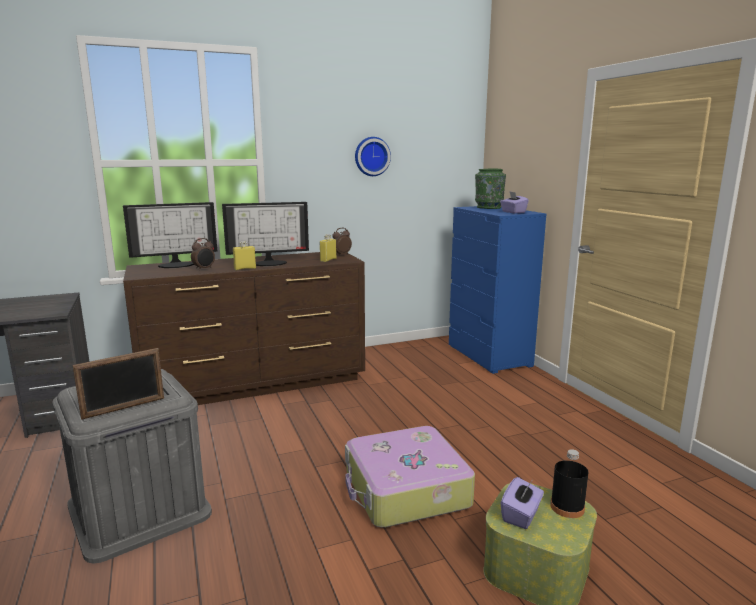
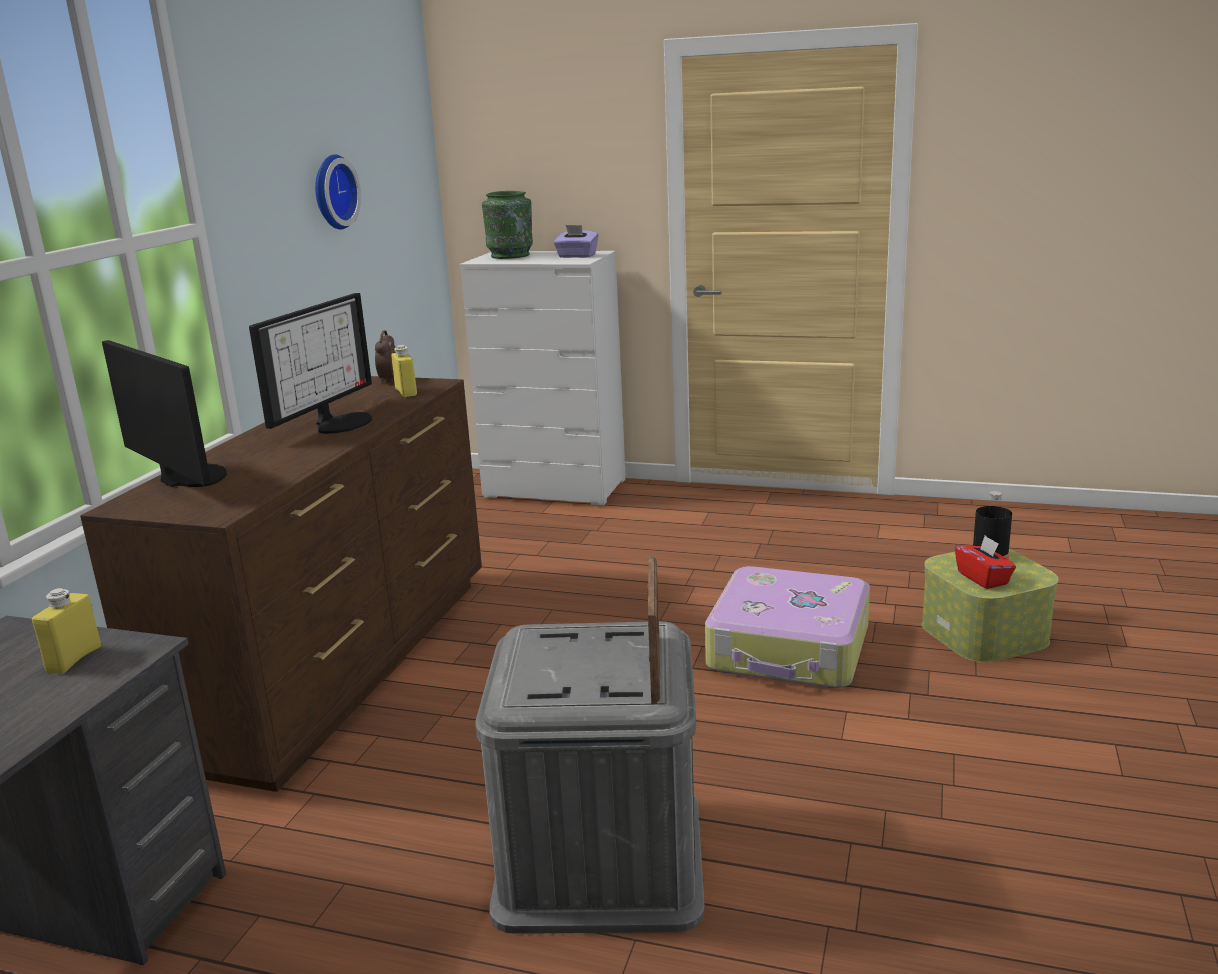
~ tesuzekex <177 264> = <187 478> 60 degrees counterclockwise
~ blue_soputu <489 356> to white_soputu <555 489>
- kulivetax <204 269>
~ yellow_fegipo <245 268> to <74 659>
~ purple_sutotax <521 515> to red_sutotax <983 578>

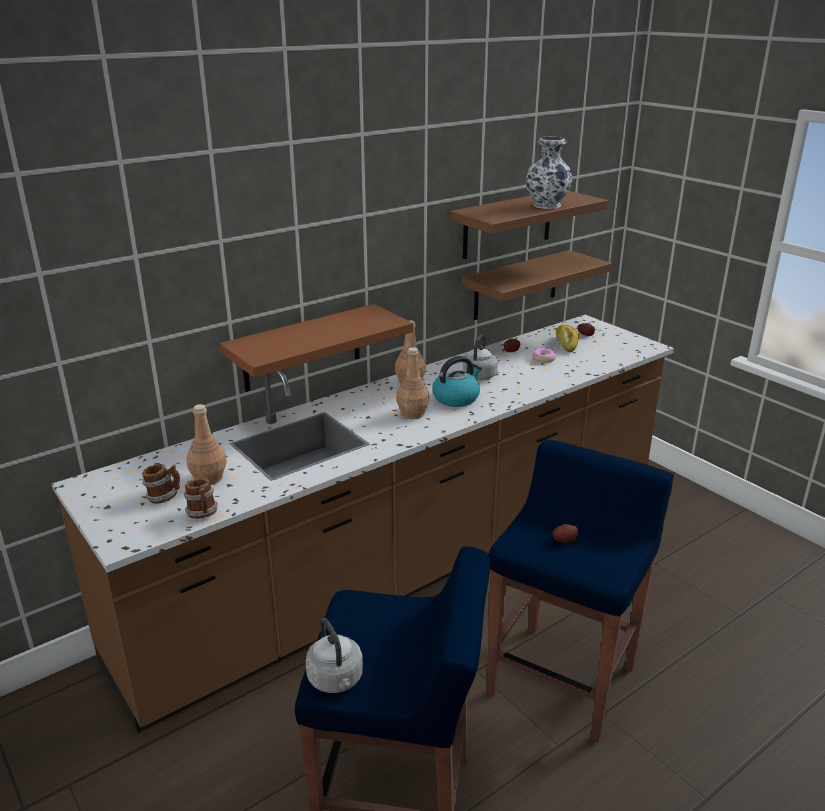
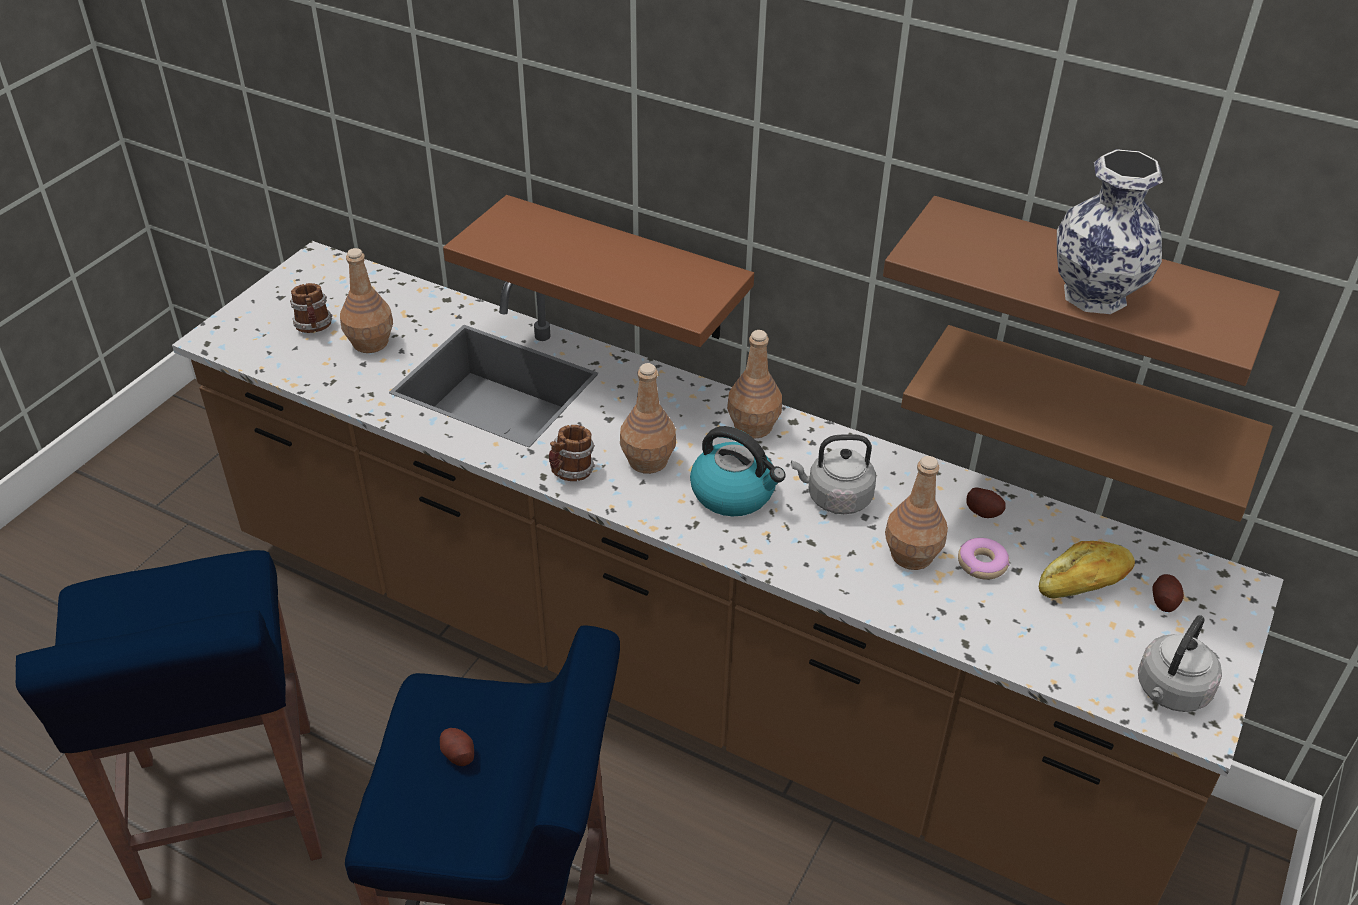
~ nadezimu <203 514> to <571 473>
~ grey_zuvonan <336 680> to <1170 692>
+ brown_fegipo <912 554>

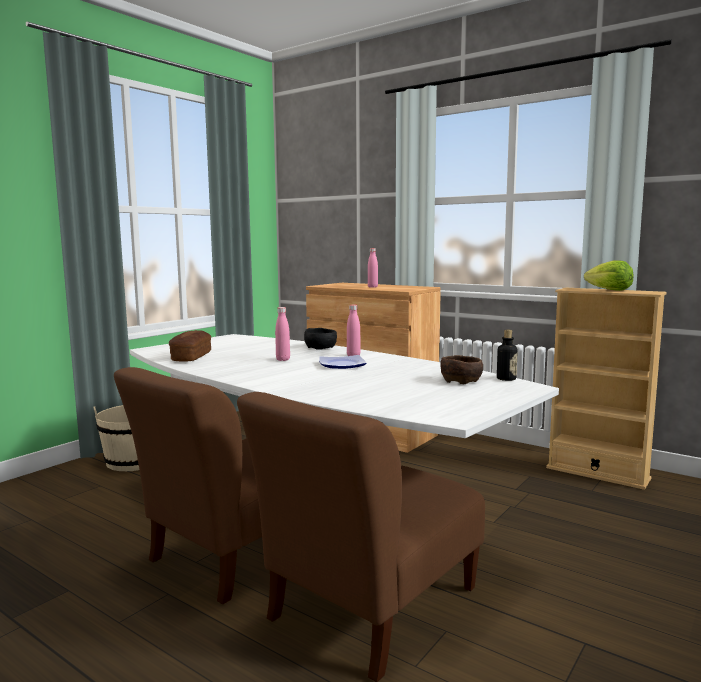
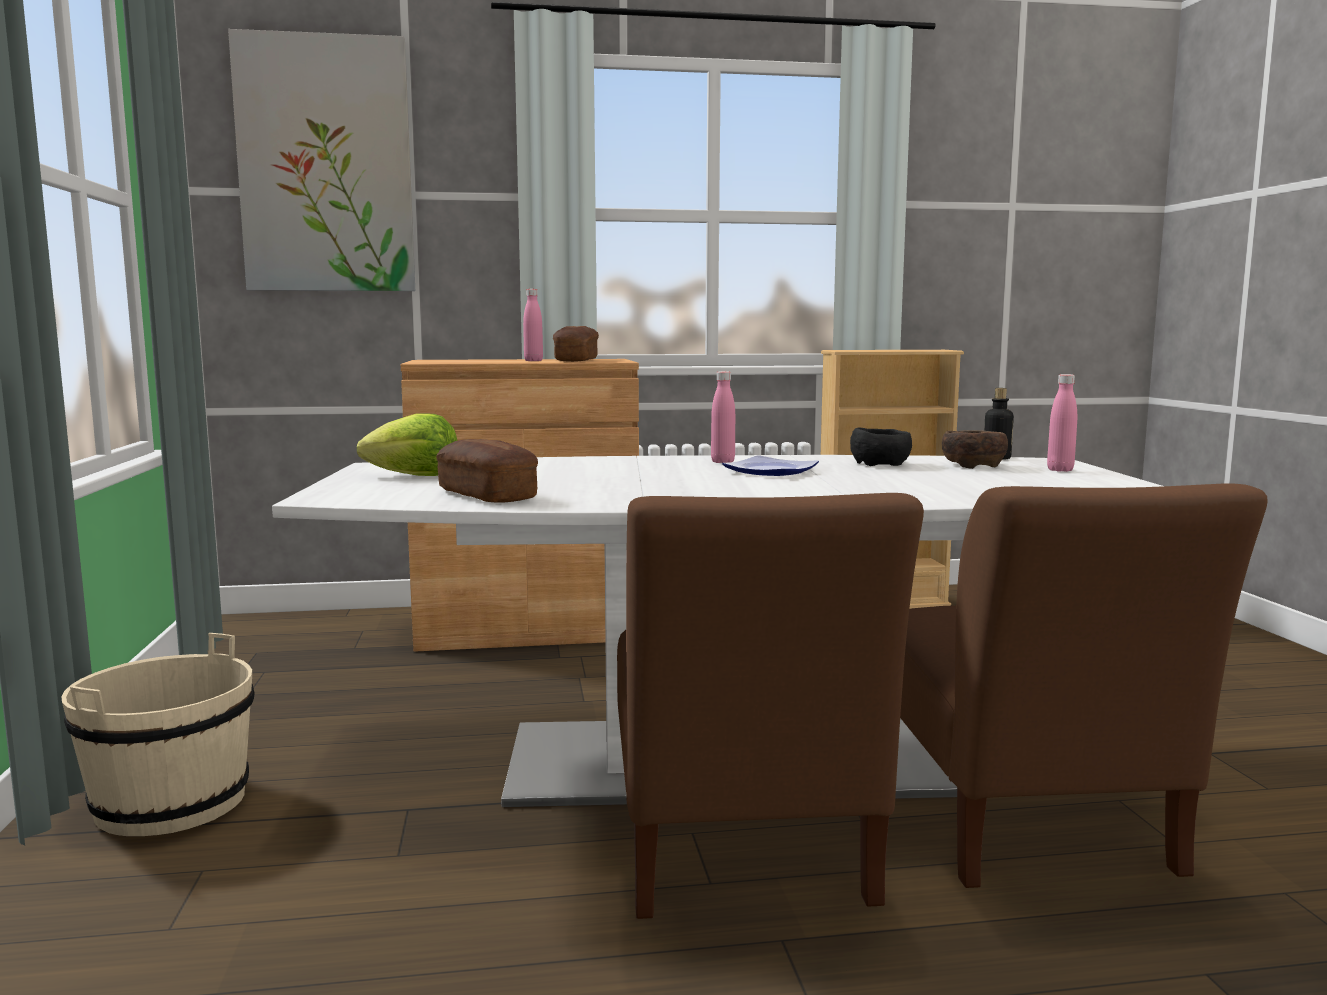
~ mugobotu <609 290> to <414 476>
~ pink_fegipo <283 359> to <1060 470>
~ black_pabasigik <321 348> to <881 464>
+ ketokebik <326 165>
+ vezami <576 360>

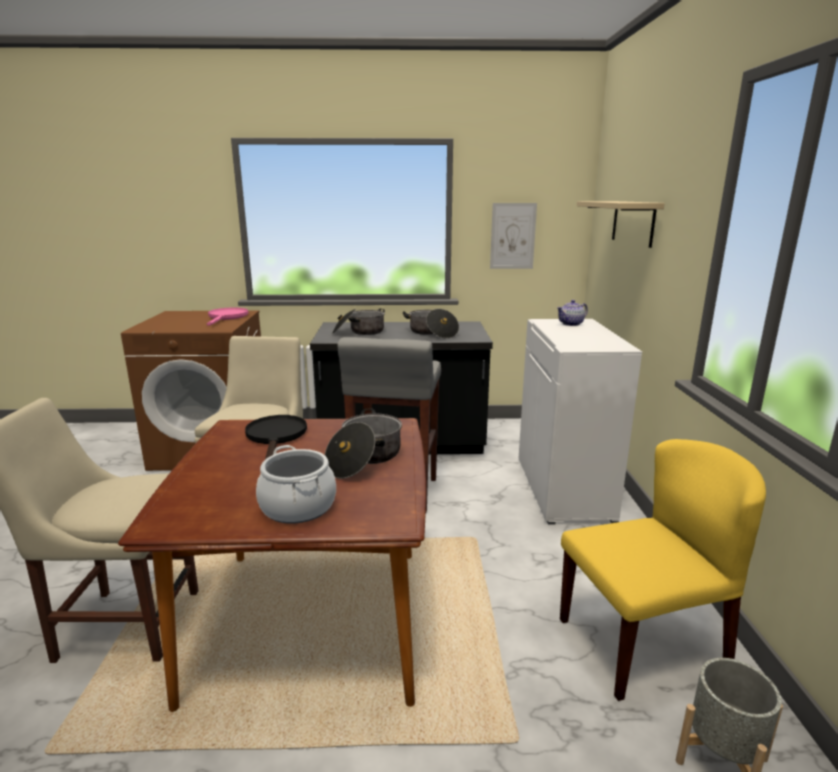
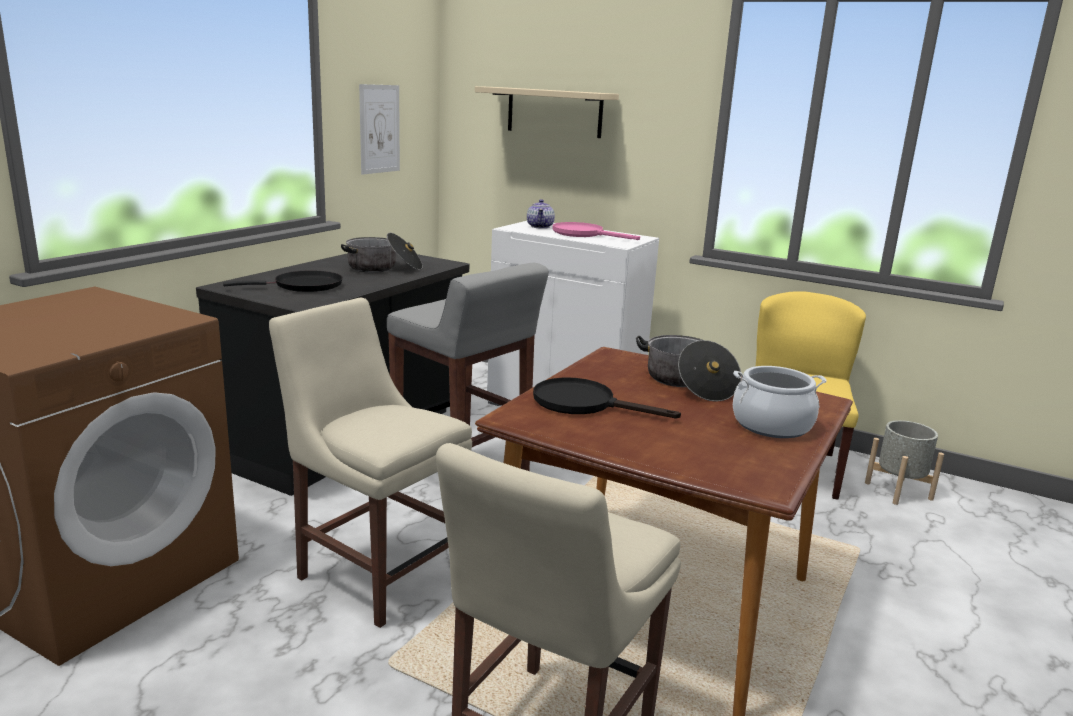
~ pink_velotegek <226 317> to <584 234>
~ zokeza <359 332> to black_velotegek <303 286>

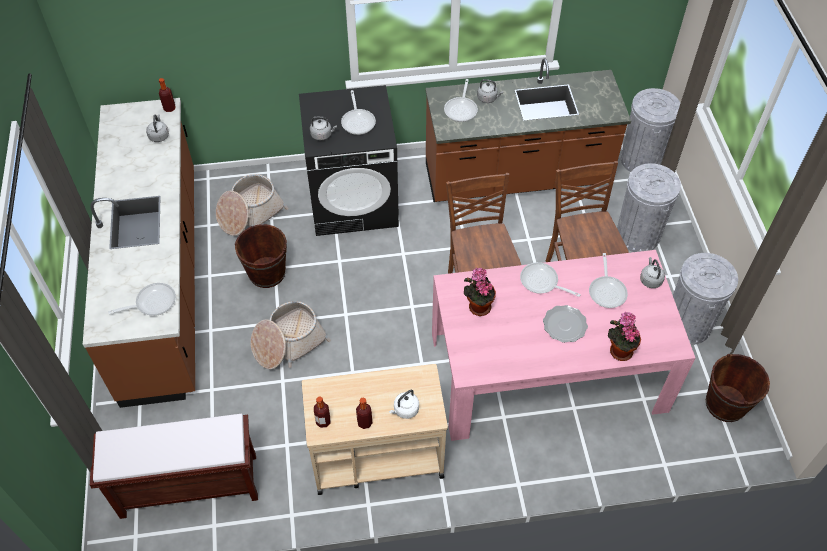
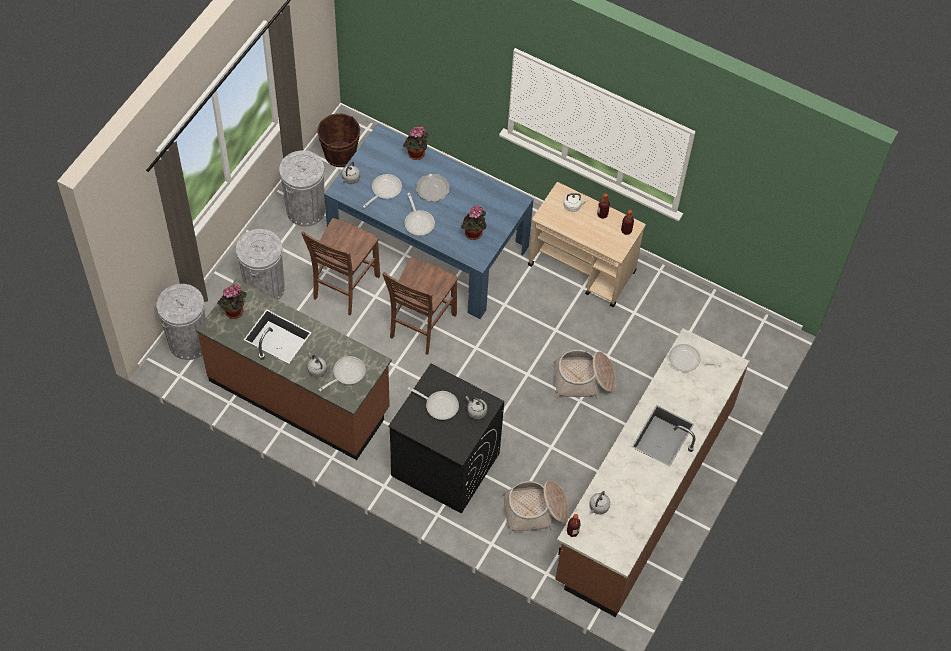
~ velotegek <358 121> = <439 405> 90 degrees clockwise
- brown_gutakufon <267 273>
~ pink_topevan <547 372> to blue_topevan <428 244>
- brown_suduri <188 487>
+ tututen <234 313>

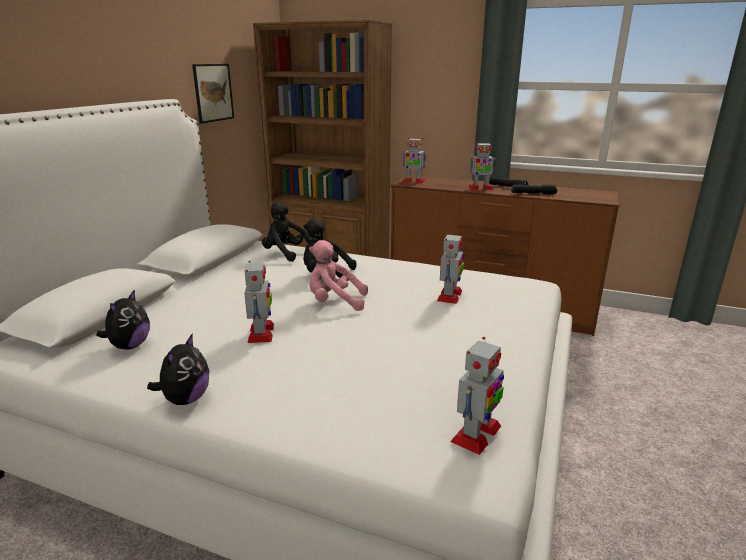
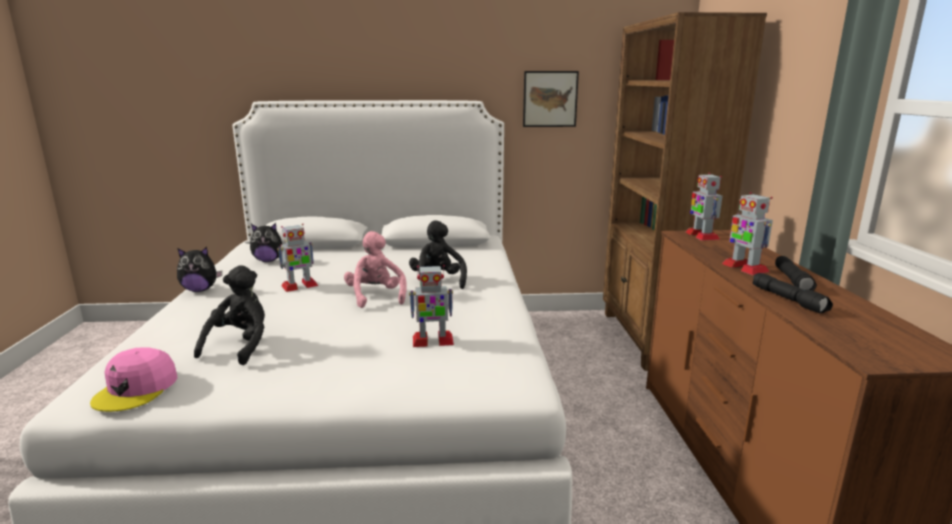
~ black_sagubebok <286 253> to <240 346>
~ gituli <476 434> to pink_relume <137 389>

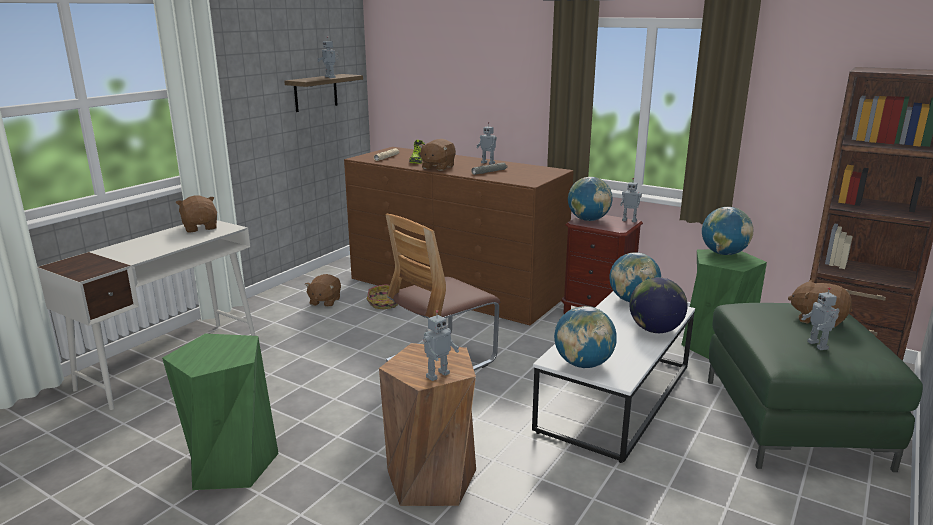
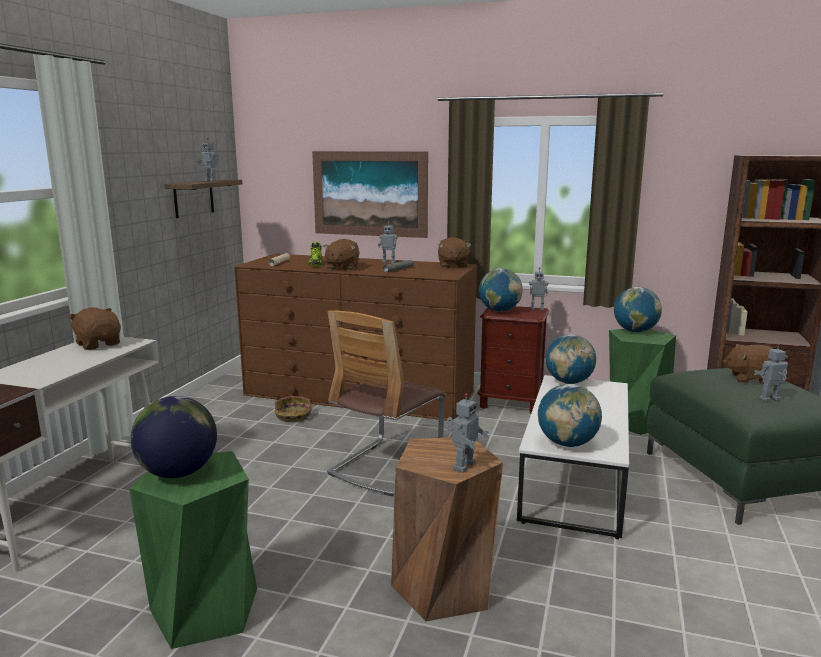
~ brown_sagubebok <324 301> to <452 266>
~ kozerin <655 330> to <178 473>
~ gituli <818 345> = <770 400> 105 degrees clockwise
+ ketokebik <369 194>

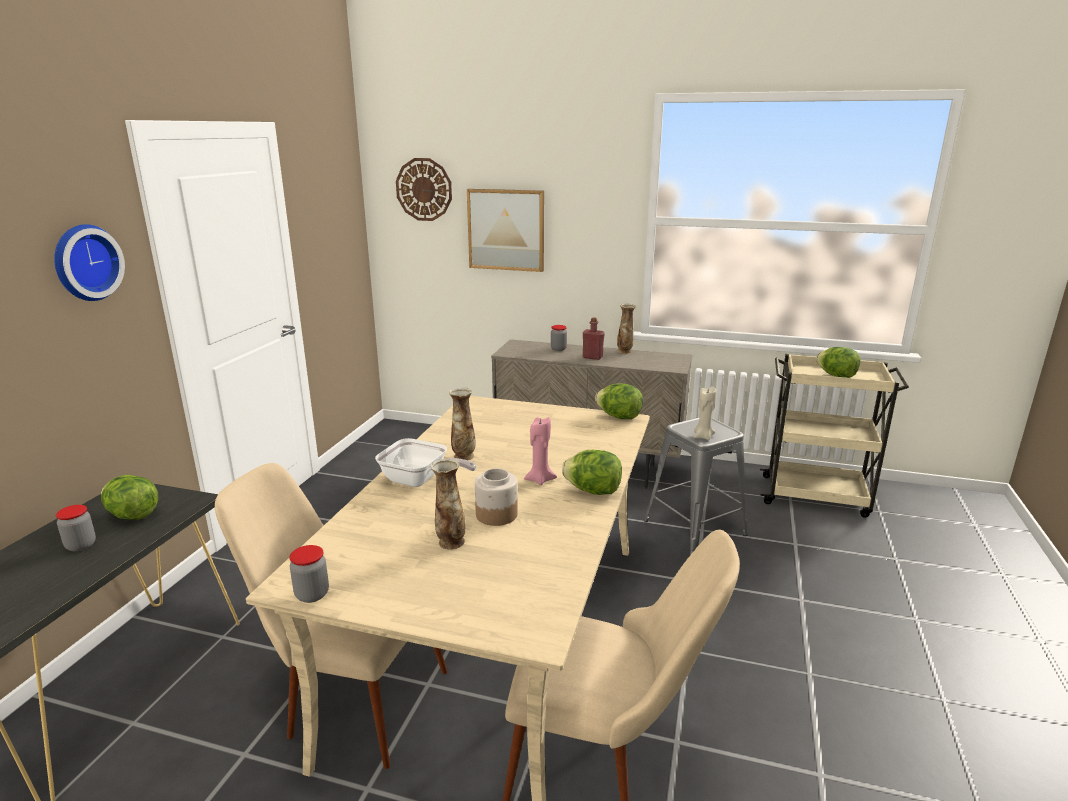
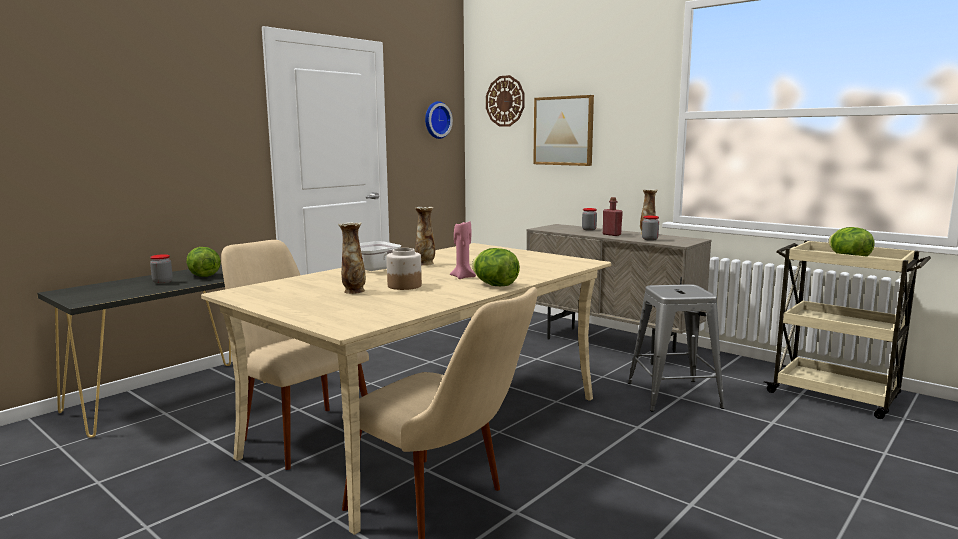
~ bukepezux <84 262> to <436 120>
- mugobotu <619 417>
- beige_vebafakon <703 436>
~ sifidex <312 594> to <650 239>

